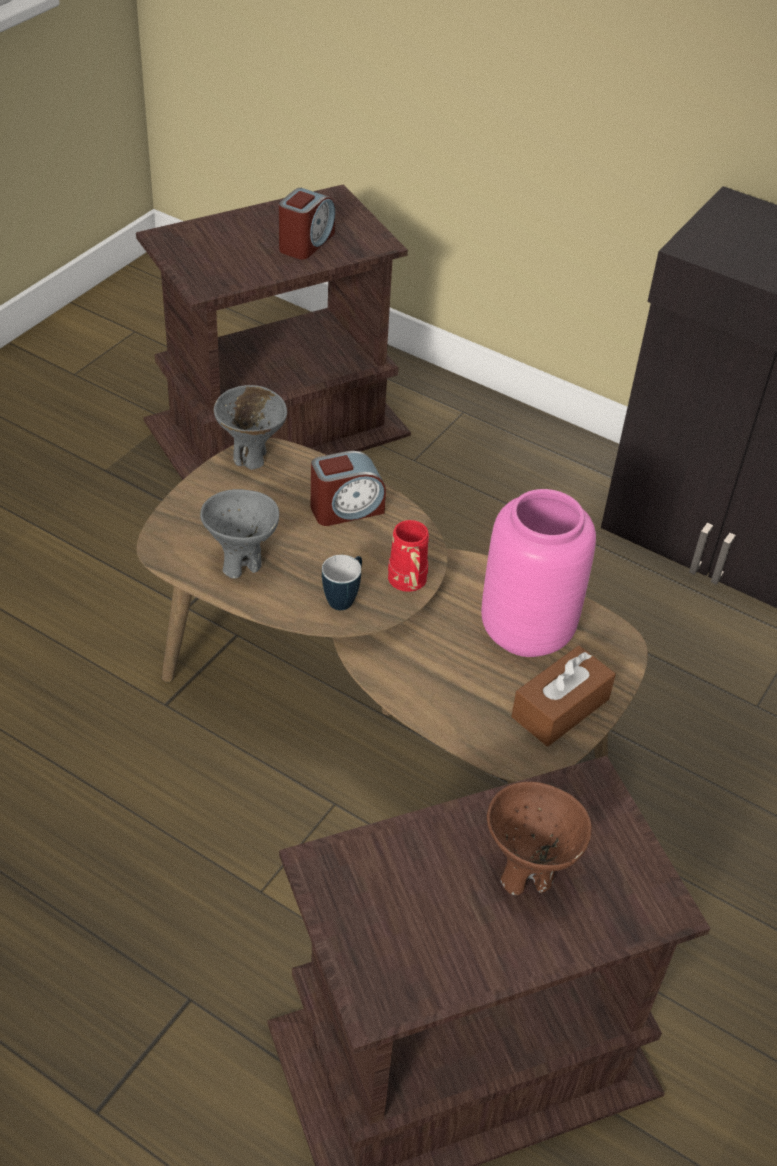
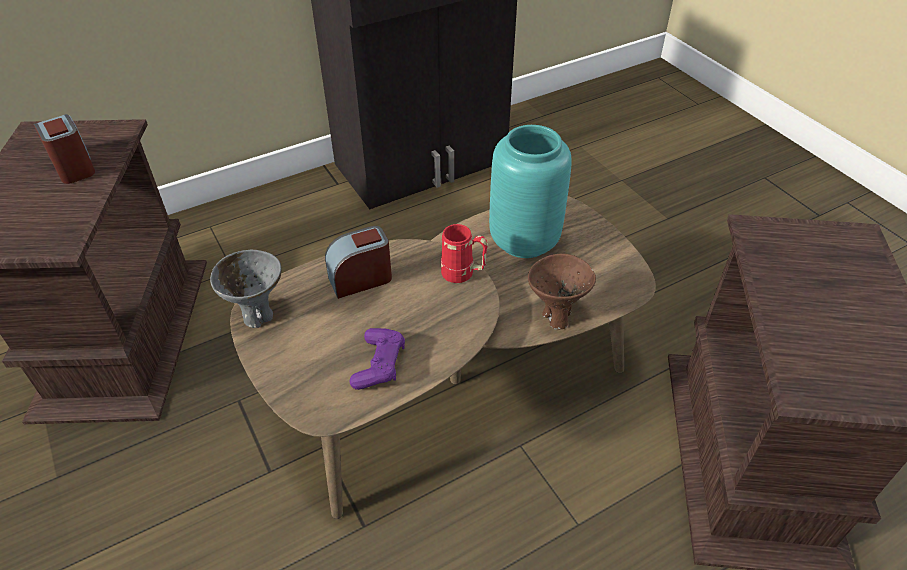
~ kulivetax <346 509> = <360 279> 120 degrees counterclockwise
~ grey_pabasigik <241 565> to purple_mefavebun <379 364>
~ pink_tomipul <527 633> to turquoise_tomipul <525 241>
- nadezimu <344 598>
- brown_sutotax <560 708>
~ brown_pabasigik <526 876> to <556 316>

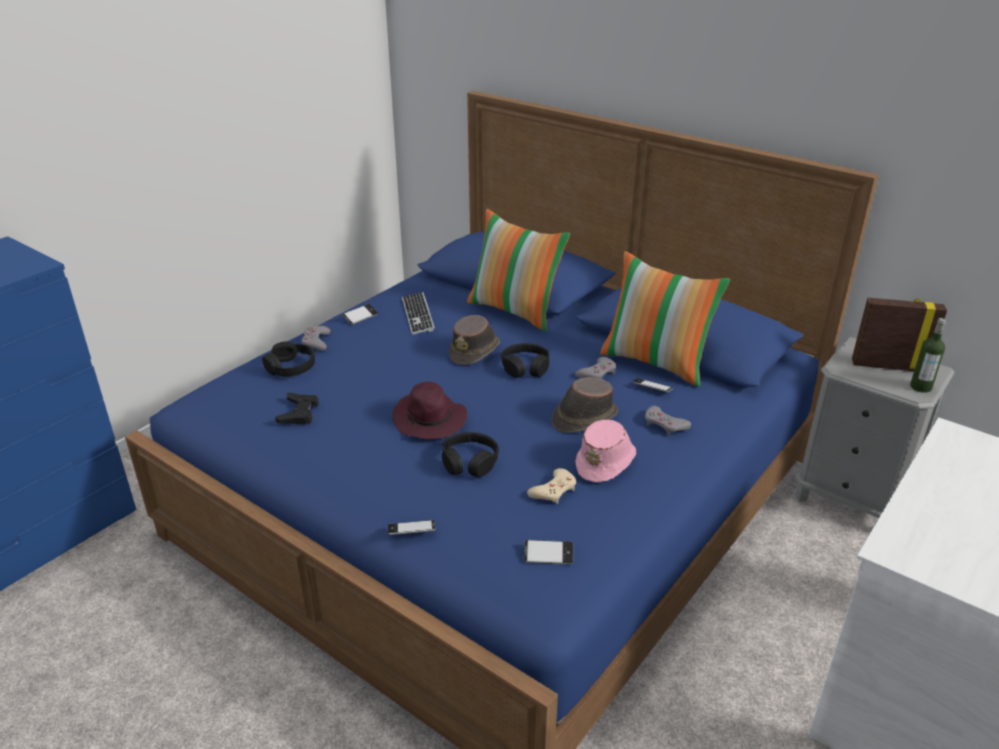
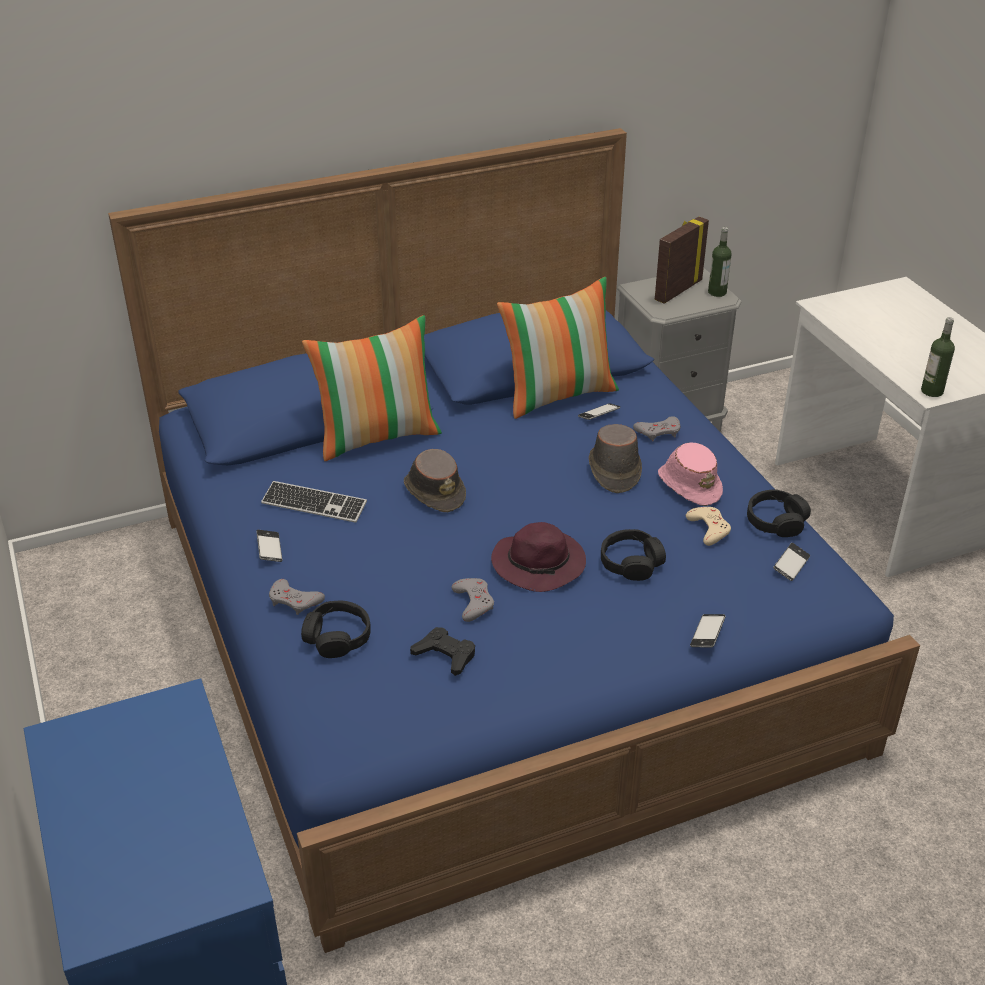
~ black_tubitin <525 367> to <776 521>
~ grey_mefavebun <597 373> to <473 602>
+ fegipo <932 391>

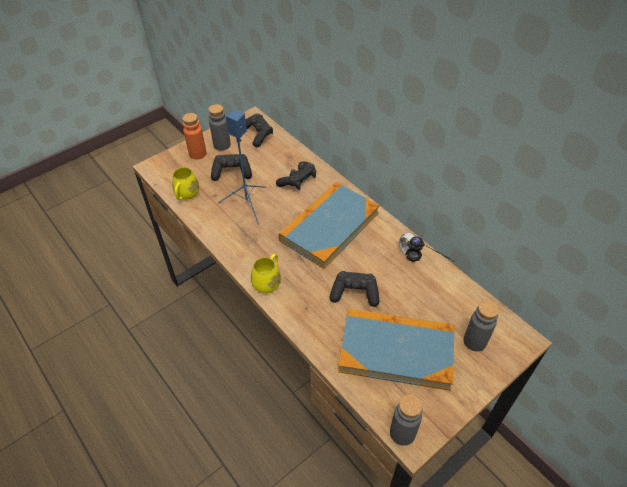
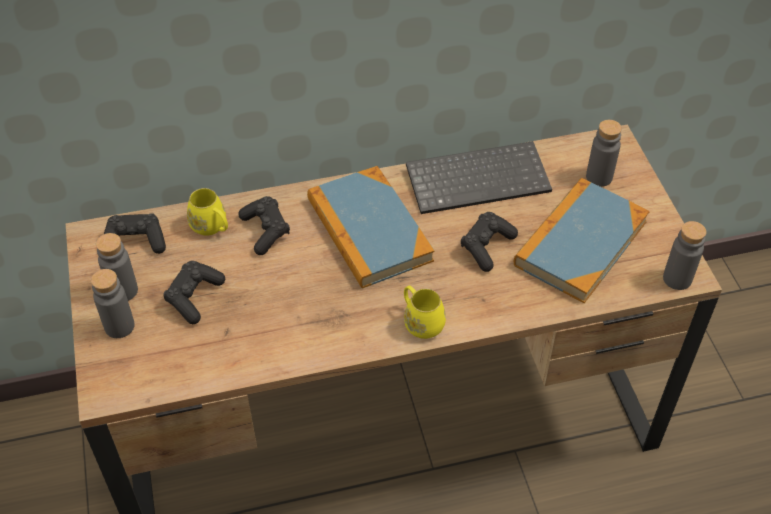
- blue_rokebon <248 204>
~ orange_fegipo <197 153> to grey_fegipo <119 326>
~ yellow_nadezimu <186 195> to <212 227>
~ tubitin <417 266> to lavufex <479 178>

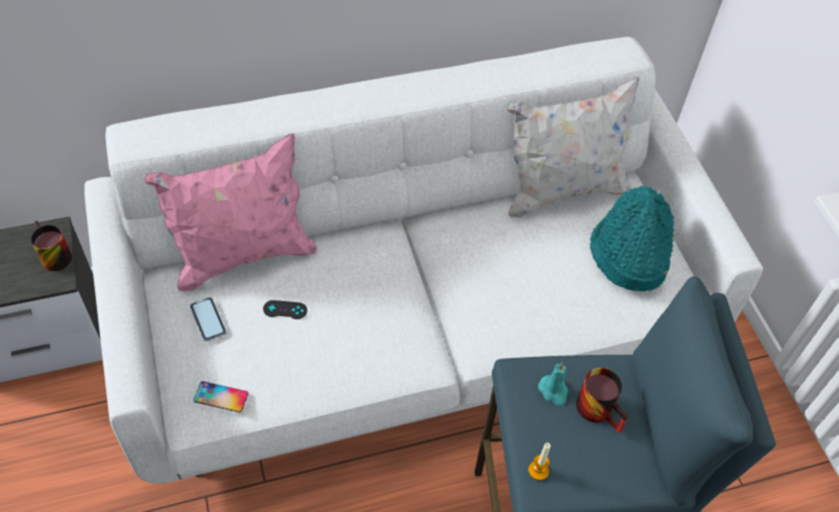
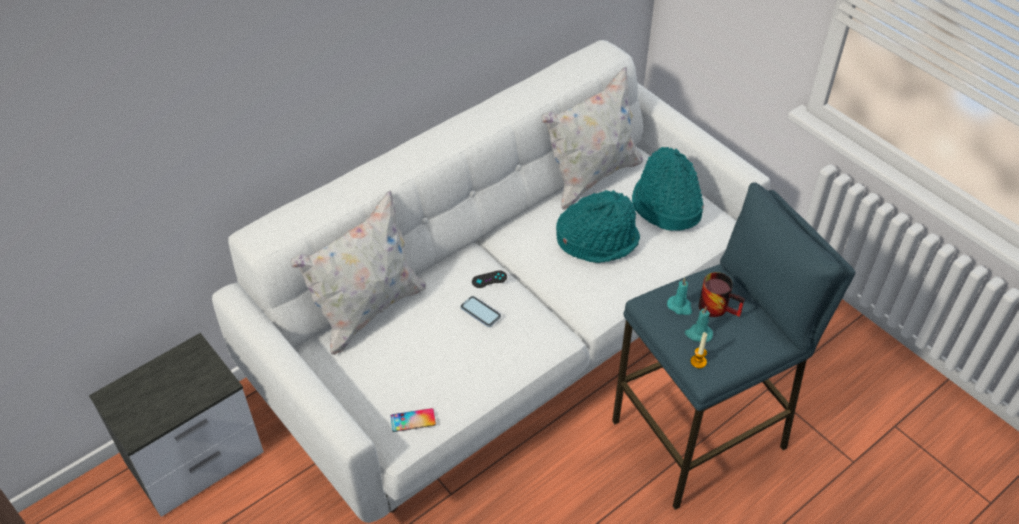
~ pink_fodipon <243 255> to white_fodipon <367 311>
- nadezimu <51 256>
~ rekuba <208 320> to <480 312>
~ black_mefavebun <285 310> to <489 279>
+ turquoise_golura <597 239>
+ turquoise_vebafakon <698 334>

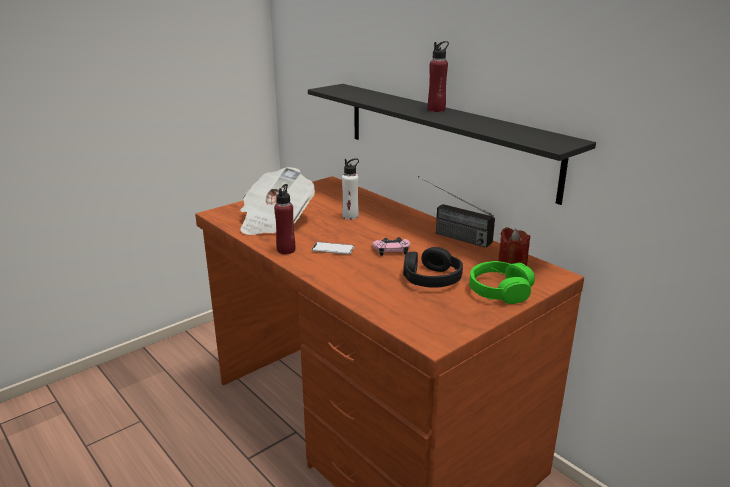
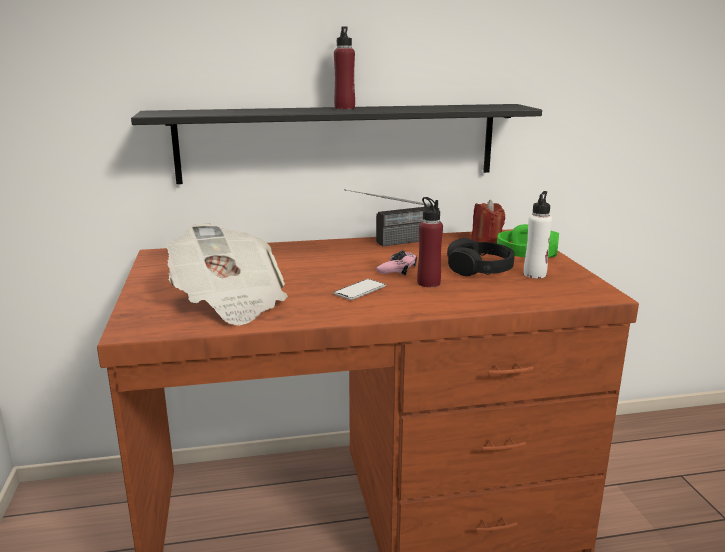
~ white_fegipo <350 216> to <535 274>
~ red_fegipo <286 250> to <428 283>

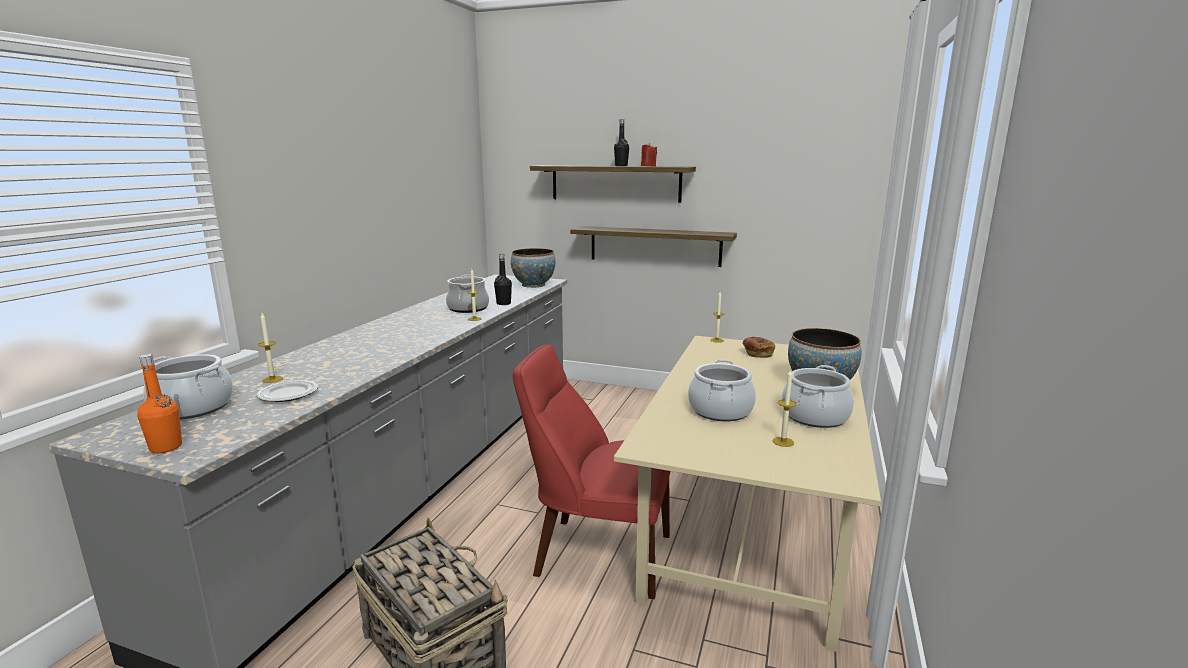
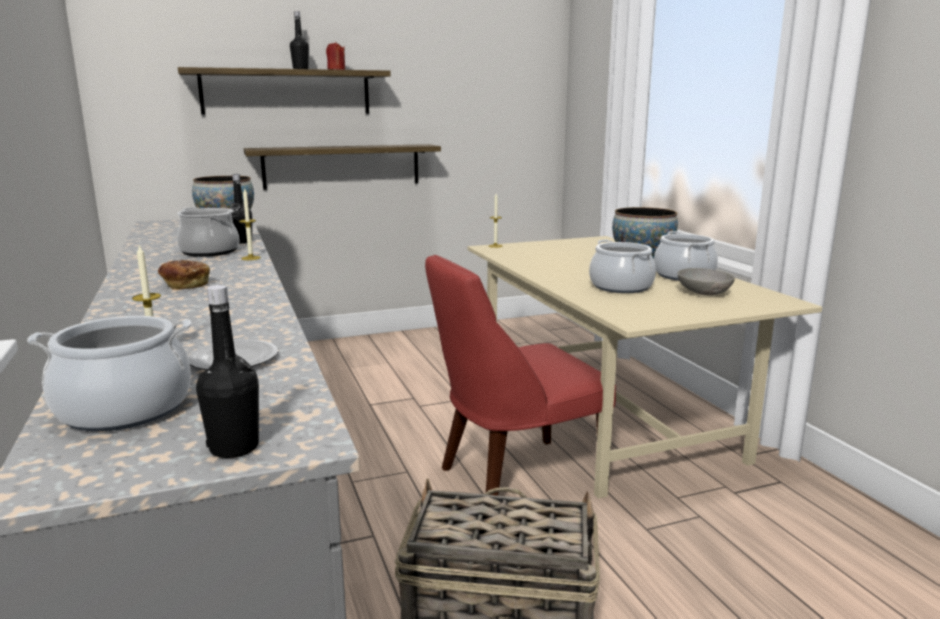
~ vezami <757 354> to <184 285>
~ orange_fegipo <166 447> to black_fegipo <234 448>
~ vebafakon <783 442> to grey_pabasigik <704 293>

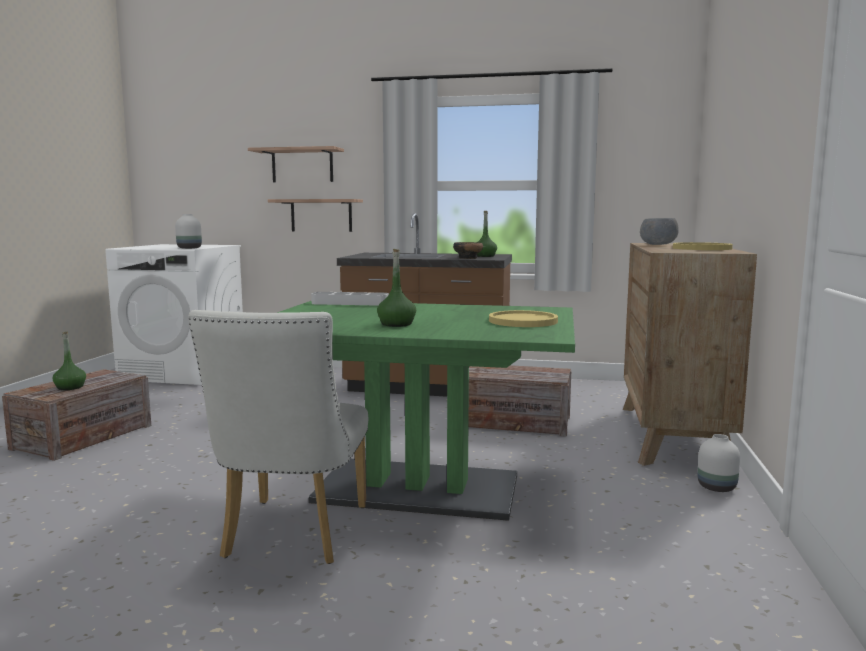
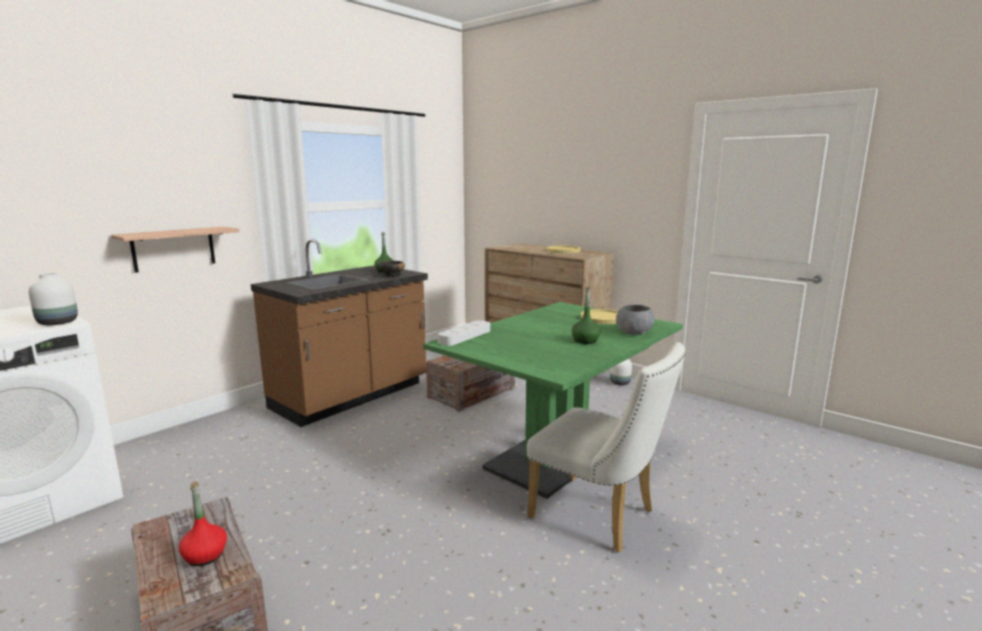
- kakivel <302 165>
~ grey_pabasigik <657 244> to <633 333>
~ green_fegipo <70 387> to red_fegipo <205 556>

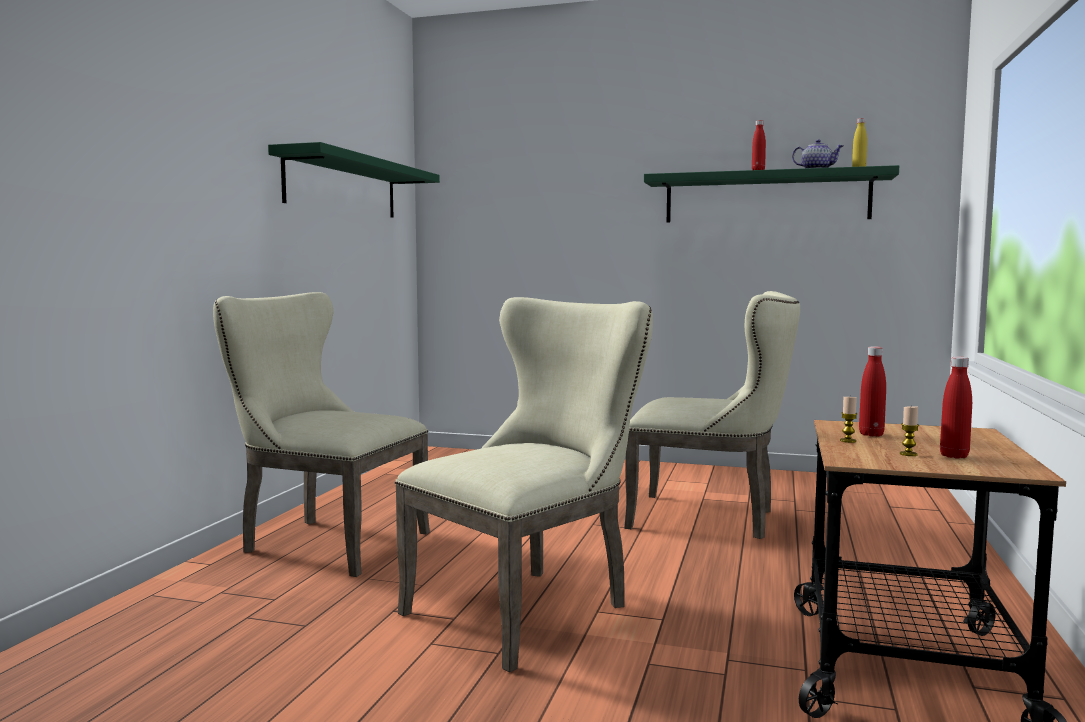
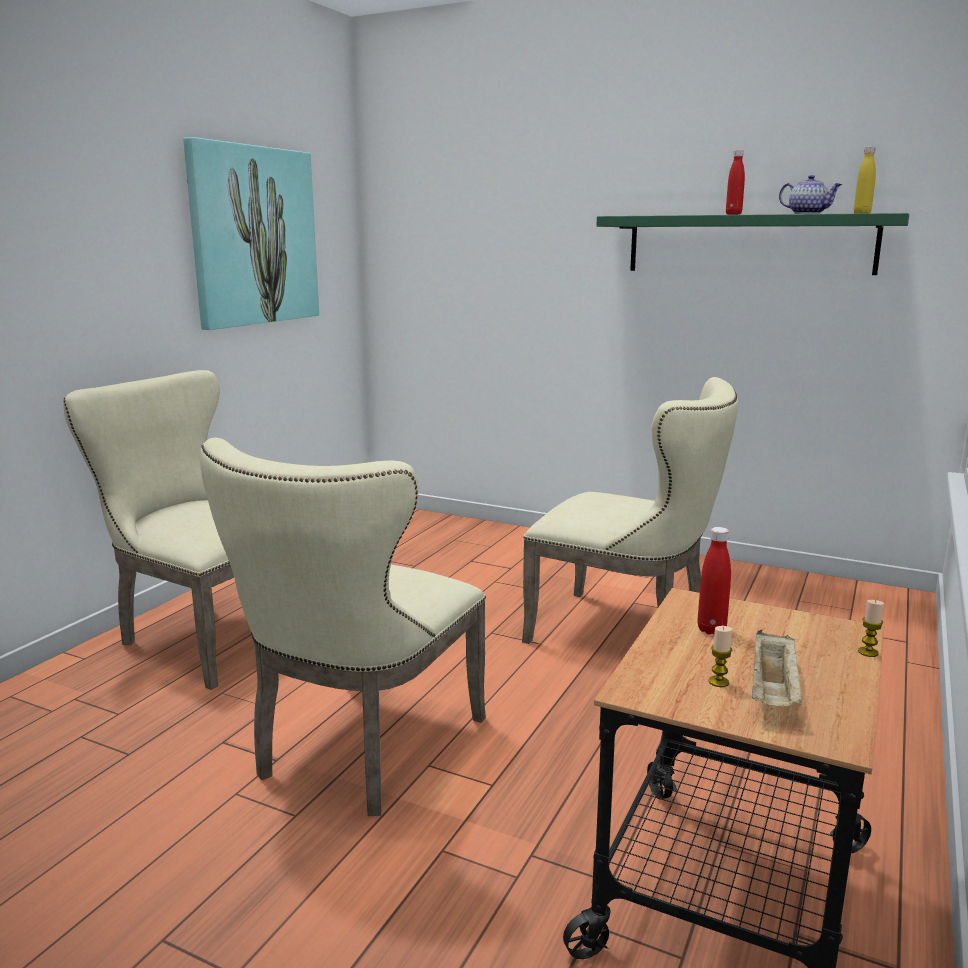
~ green_kakivel <343 187> to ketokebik <253 236>
~ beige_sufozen <529 607> = <360 752> 150 degrees clockwise
~ red_fegipo <954 456> to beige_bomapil <773 691>
~ vebafakon <848 441> to <868 652>

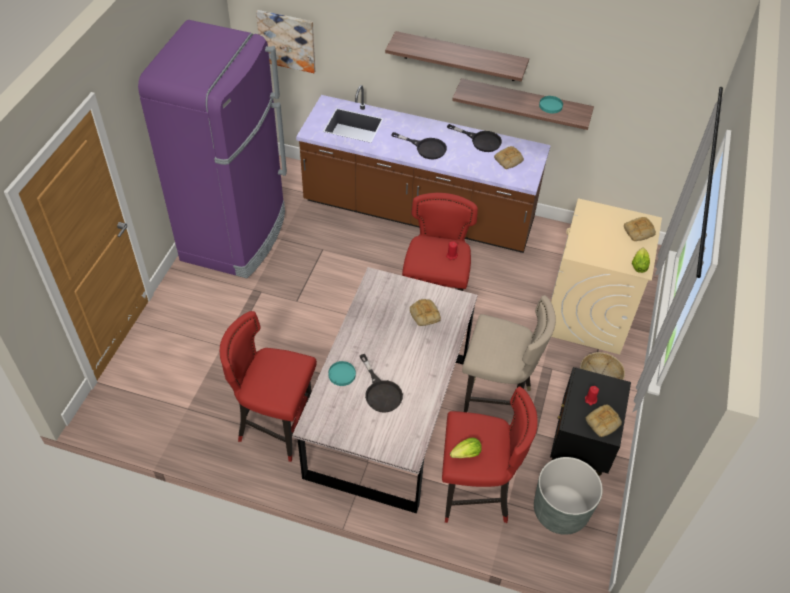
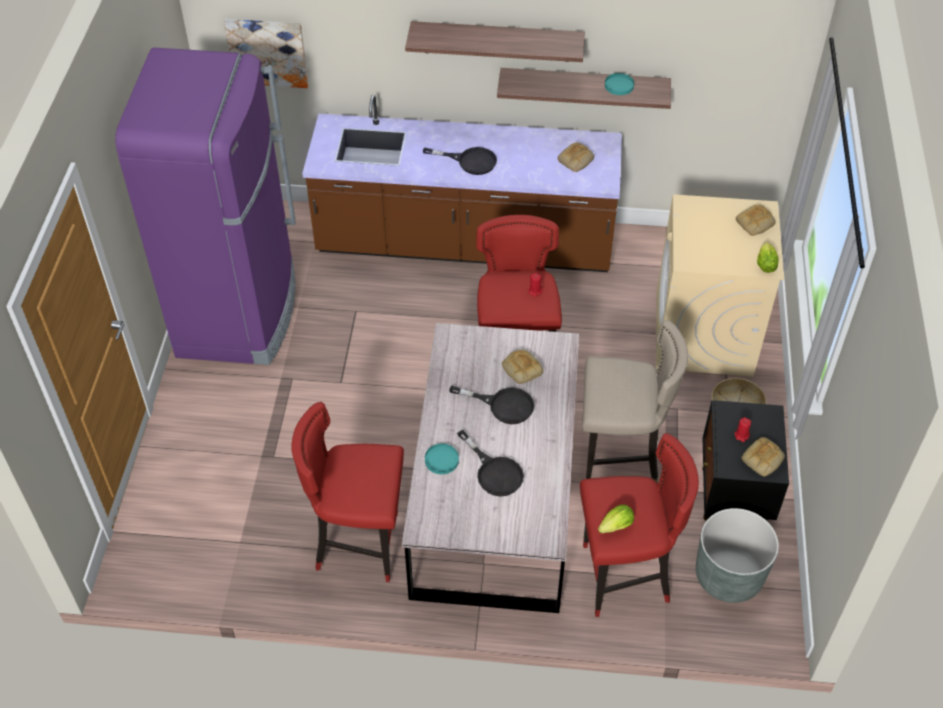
~ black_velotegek <481 140> to <503 405>

